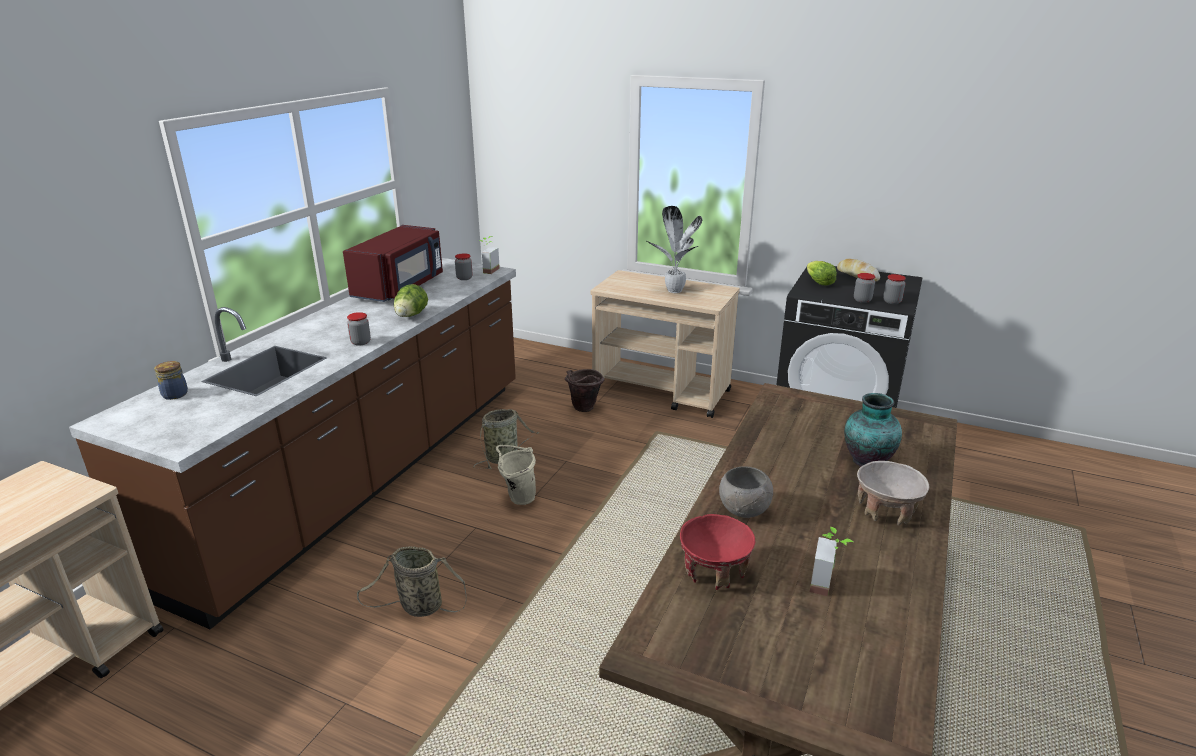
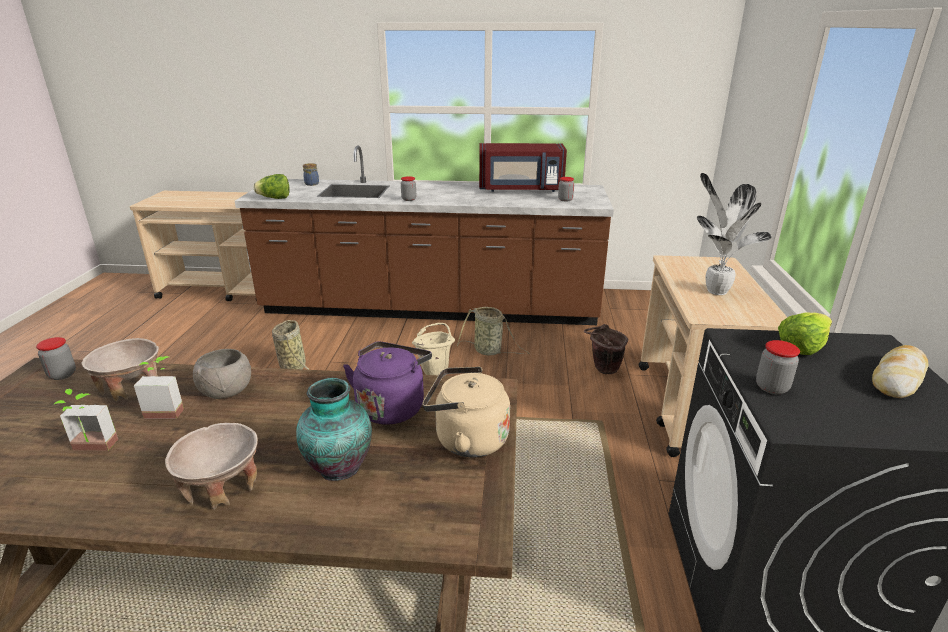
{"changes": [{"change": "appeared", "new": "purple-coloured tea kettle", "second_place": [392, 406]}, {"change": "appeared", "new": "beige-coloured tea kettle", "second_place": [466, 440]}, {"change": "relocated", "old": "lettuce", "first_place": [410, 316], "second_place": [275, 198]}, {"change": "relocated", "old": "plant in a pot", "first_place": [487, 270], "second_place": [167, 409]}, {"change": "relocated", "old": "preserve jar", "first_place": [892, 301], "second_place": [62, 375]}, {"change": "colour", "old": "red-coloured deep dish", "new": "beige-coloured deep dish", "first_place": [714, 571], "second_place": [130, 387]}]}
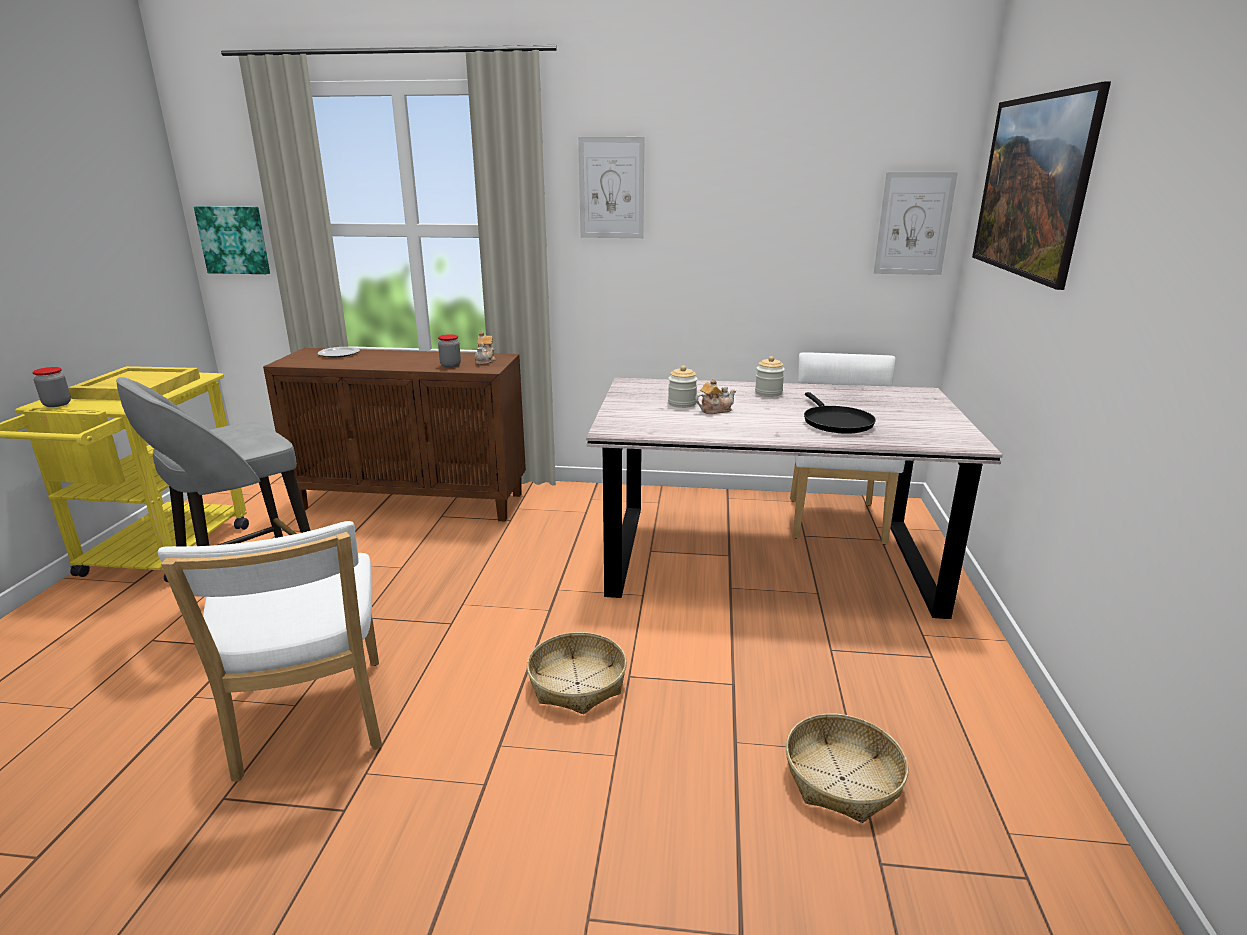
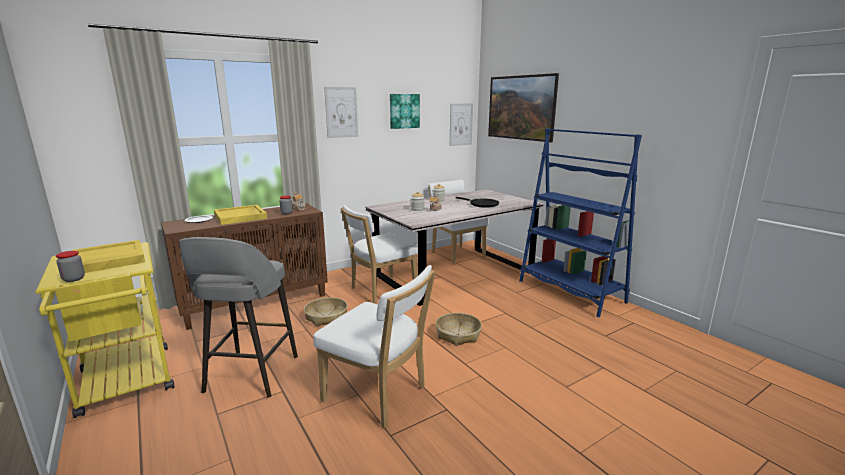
{"changes": [{"change": "appeared", "new": "yellow-coloured carrying tray", "second_place": [241, 217]}, {"change": "appeared", "new": "whitish upright chair", "second_place": [380, 290]}, {"change": "appeared", "new": "bluish shelving unit", "second_place": [570, 291]}, {"change": "relocated", "old": "wall art", "first_place": [234, 240], "second_place": [404, 111]}, {"change": "relocated", "old": "basket", "first_place": [842, 779], "second_place": [326, 317]}]}
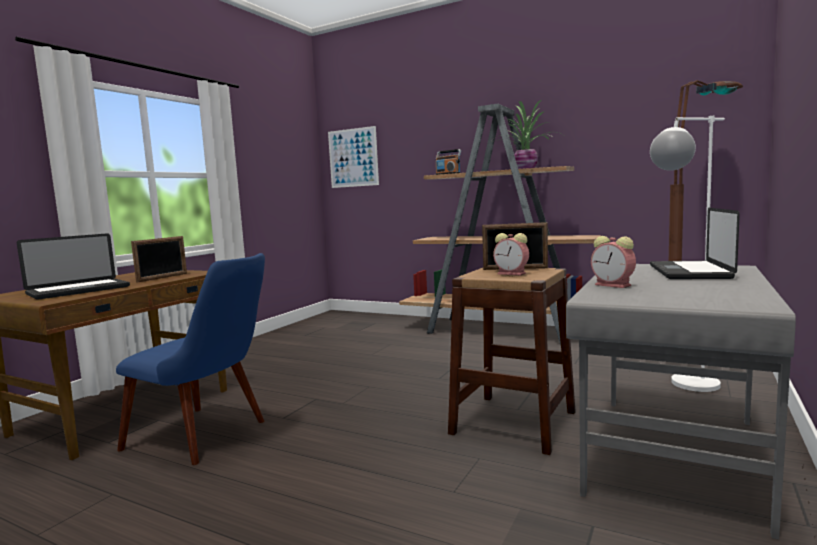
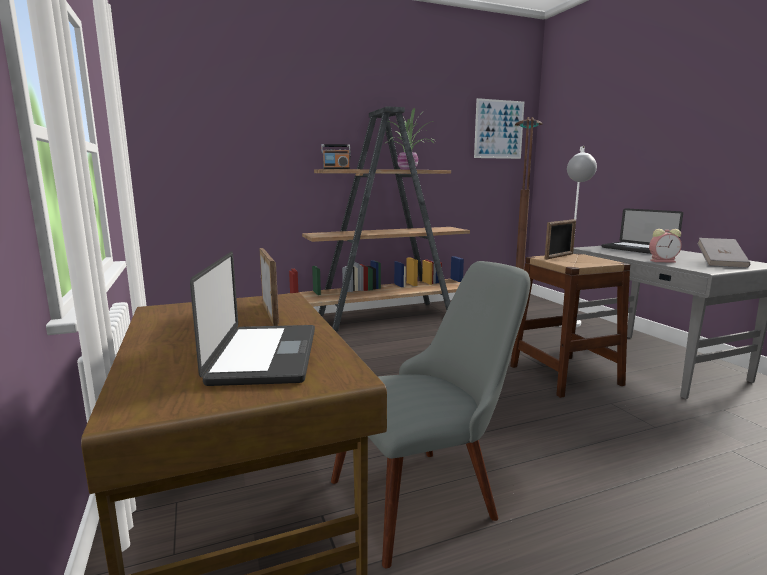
{"changes": [{"change": "missing", "old": "bedside clock", "first_place": [512, 273]}, {"change": "appeared", "new": "greyish bound book", "second_place": [721, 263]}, {"change": "relocated", "old": "wall art", "first_place": [353, 158], "second_place": [499, 129]}, {"change": "colour", "old": "bluish upright chair", "new": "greyish upright chair", "first_place": [209, 436], "second_place": [429, 492]}]}
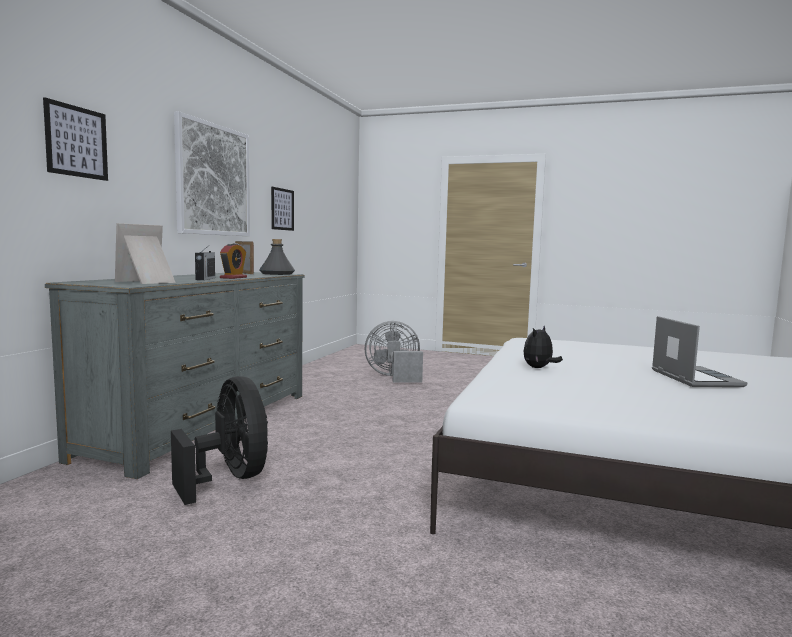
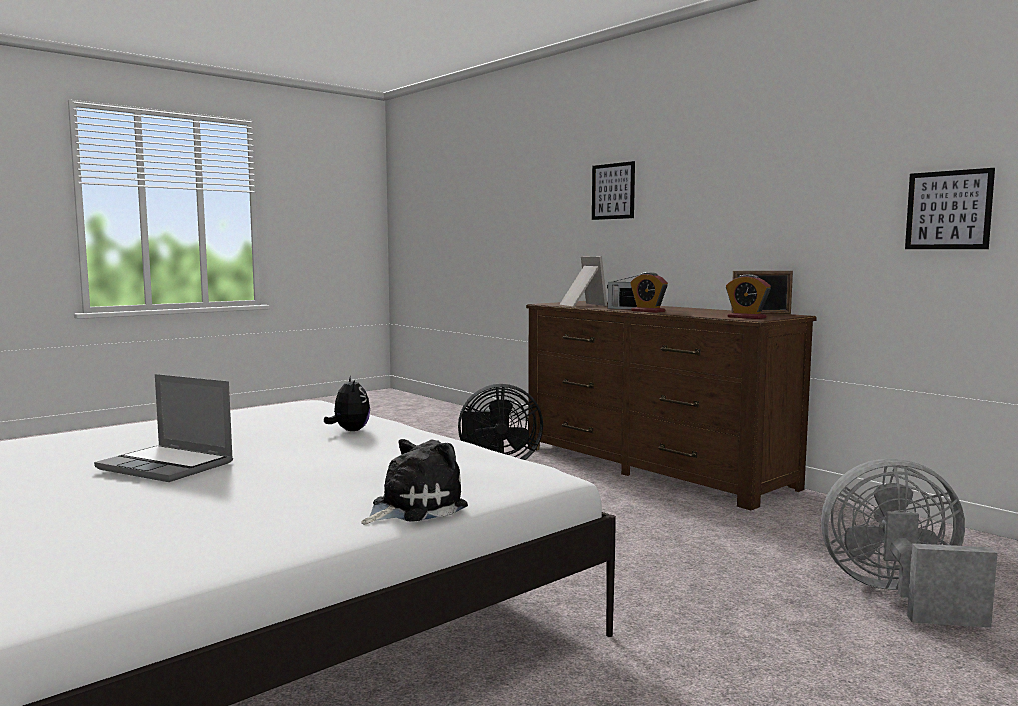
{"changes": [{"change": "missing", "old": "wall art", "first_place": [213, 180]}, {"change": "appeared", "new": "plush toy", "second_place": [413, 507]}, {"change": "exchanged", "old": "greyish drink bottle", "new": "bedside clock", "first_place": [277, 274], "second_place": [746, 317]}, {"change": "colour", "old": "greyish chest of drawers", "new": "brown-coloured chest of drawers", "first_place": [204, 423], "second_place": [653, 467]}, {"change": "spun", "old": "greyish cooling fan", "first_place": [394, 377], "second_place": [898, 595], "degrees": -105}]}
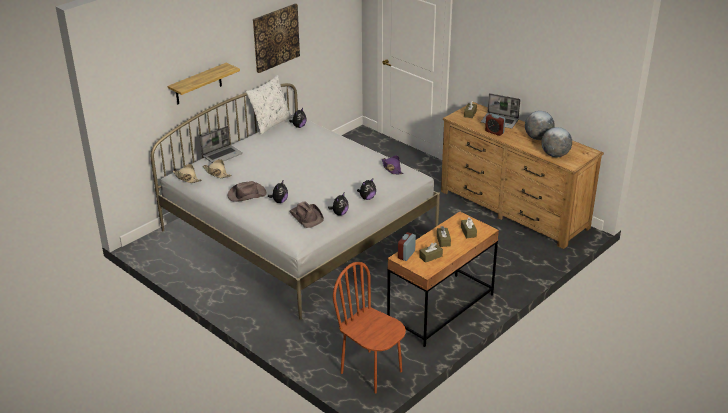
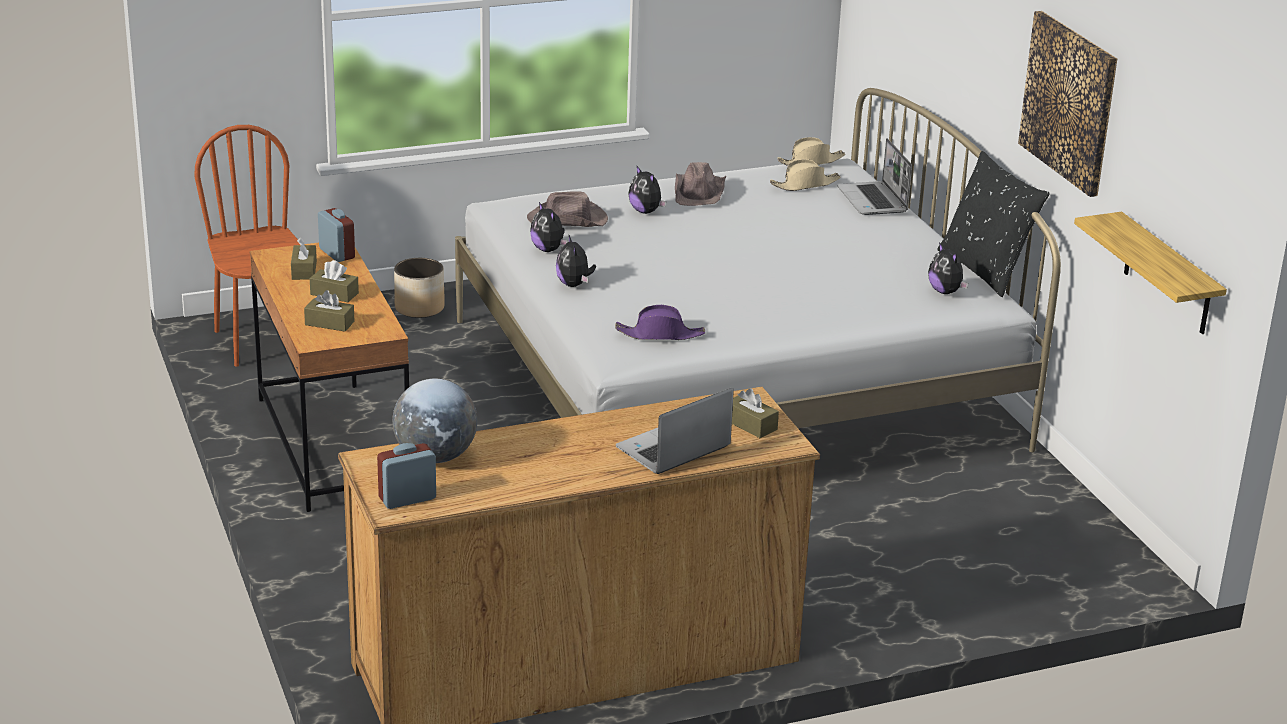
{"changes": [{"change": "missing", "old": "world globe", "first_place": [538, 138]}, {"change": "appeared", "new": "flower pot", "second_place": [420, 308]}, {"change": "relocated", "old": "shelf", "first_place": [198, 84], "second_place": [1168, 275]}, {"change": "relocated", "old": "bedside clock", "first_place": [494, 132], "second_place": [407, 498]}, {"change": "colour", "old": "whitish cushion", "new": "blackish cushion", "first_place": [270, 124], "second_place": [986, 270]}, {"change": "spun", "old": "brown-coloured upright chair", "first_place": [371, 372], "second_place": [262, 342], "degrees": -90}]}
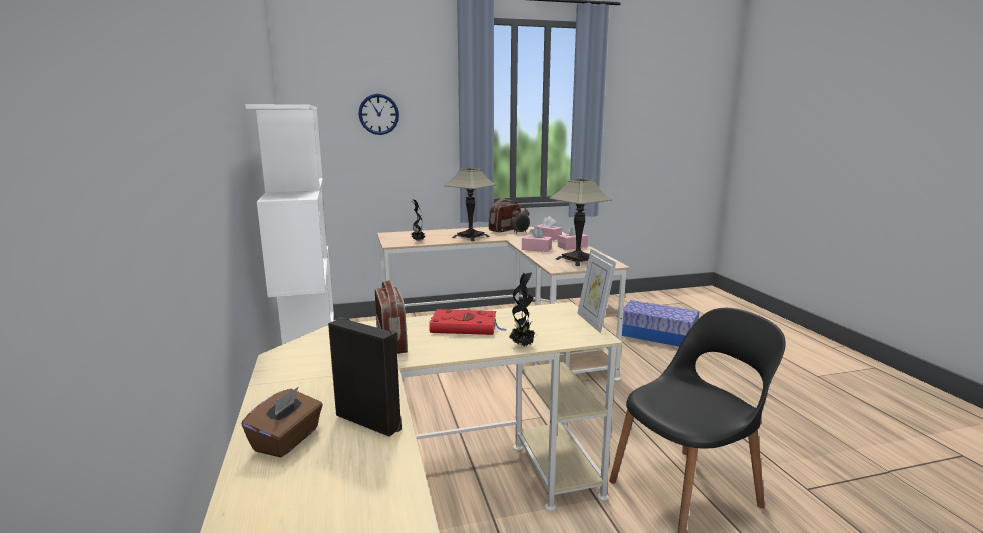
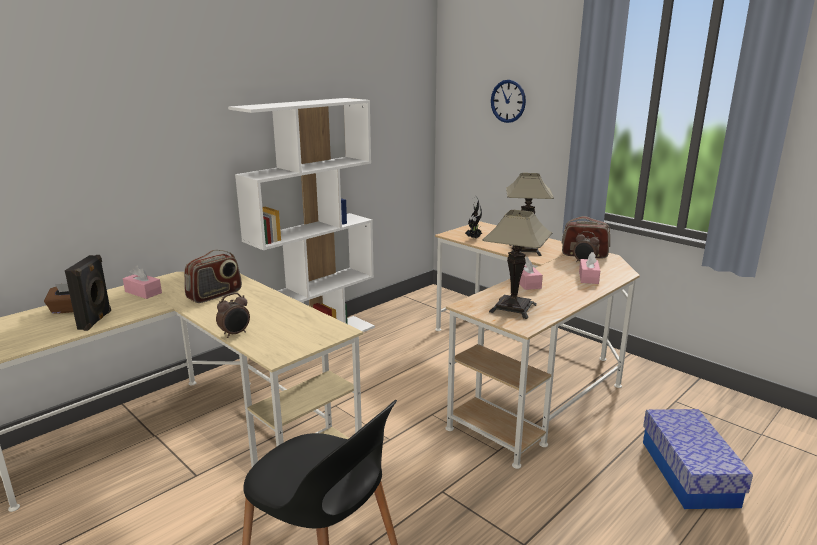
{"changes": [{"change": "missing", "old": "red-coloured bound book", "first_place": [466, 327]}, {"change": "missing", "old": "picture frame", "first_place": [593, 322]}, {"change": "relocated", "old": "pinkish tissue holder", "first_place": [572, 246], "second_place": [143, 292]}, {"change": "exchanged", "old": "plant in a pot", "new": "bedside clock", "first_place": [523, 345], "second_place": [235, 334]}]}
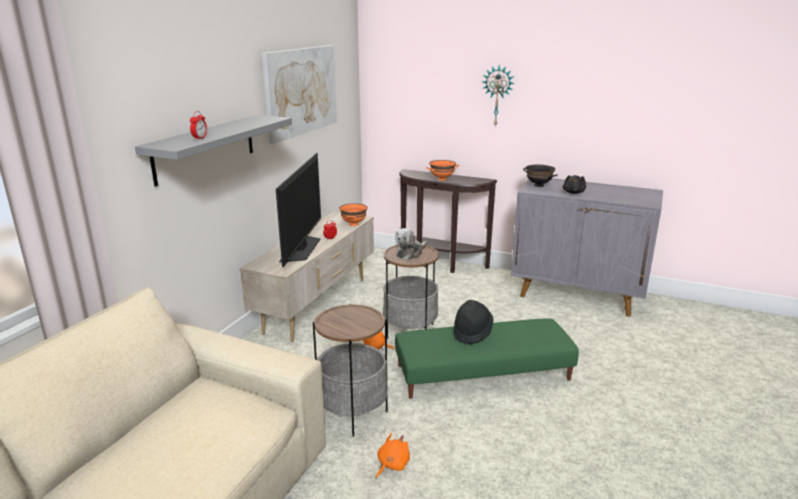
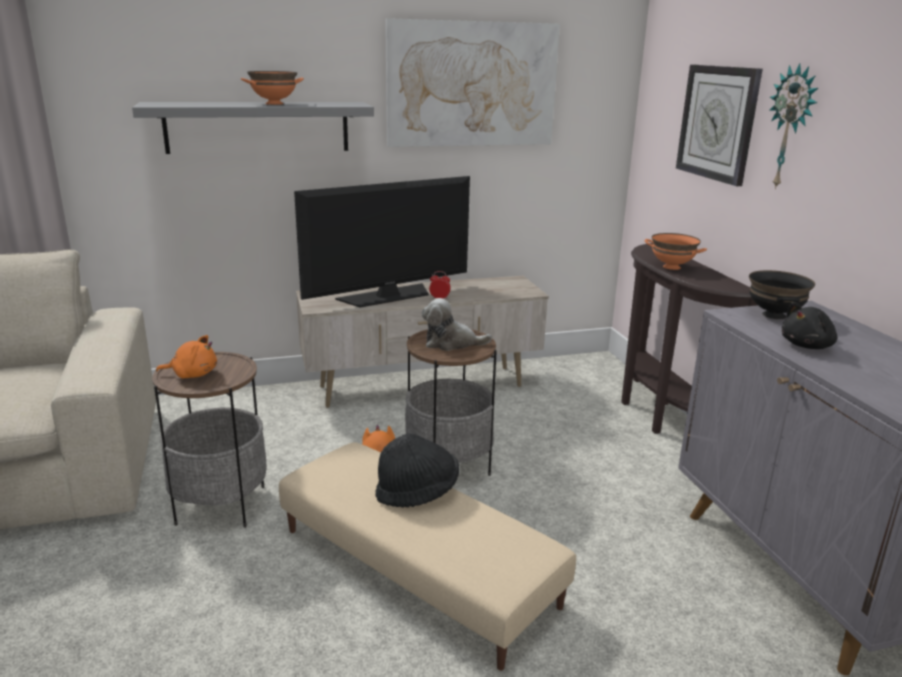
{"changes": [{"change": "missing", "old": "bedside clock", "first_place": [200, 138]}, {"change": "appeared", "new": "hanging clock", "second_place": [718, 123]}, {"change": "relocated", "old": "orange deep dish", "first_place": [354, 224], "second_place": [274, 104]}, {"change": "relocated", "old": "orange plush toy", "first_place": [392, 465], "second_place": [192, 374]}, {"change": "colour", "old": "green-coloured pouffe", "new": "beige-coloured pouffe", "first_place": [482, 372], "second_place": [417, 566]}]}
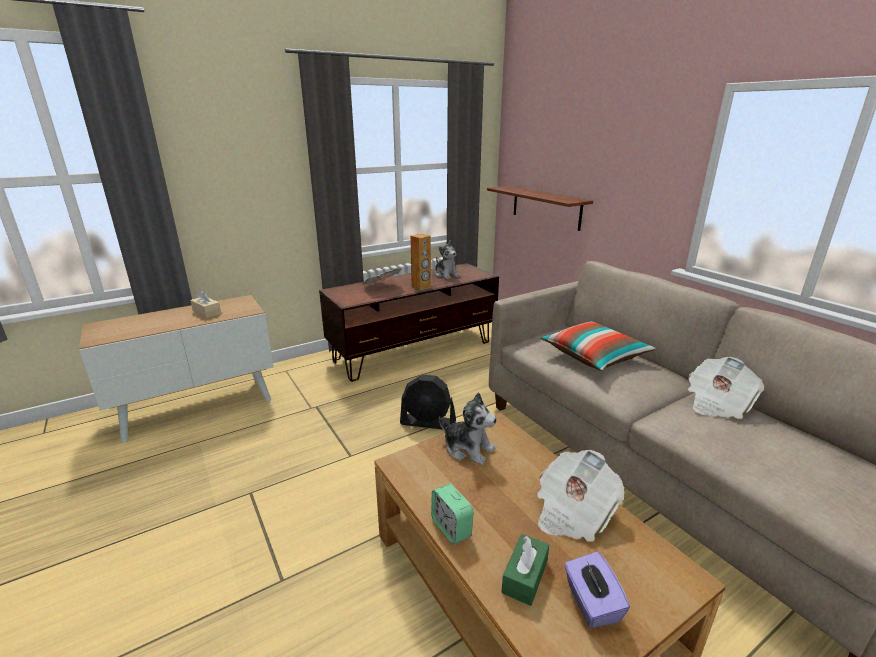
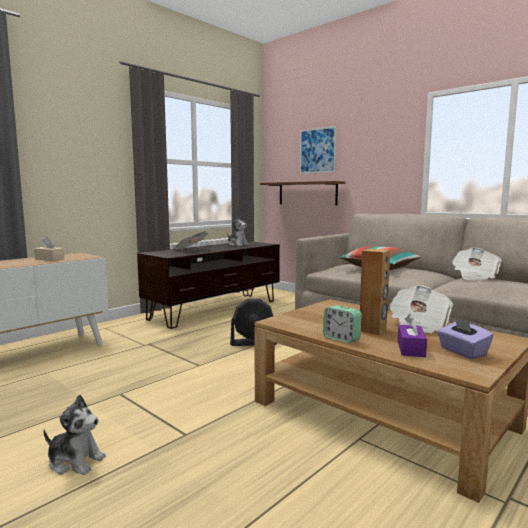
{"changes": [{"change": "appeared", "new": "wall art", "second_place": [317, 150]}, {"change": "relocated", "old": "brown-coloured speaker", "first_place": [421, 287], "second_place": [373, 330]}, {"change": "relocated", "old": "plush toy", "first_place": [468, 449], "second_place": [75, 461]}, {"change": "colour", "old": "green-coloured tissue holder", "new": "purple-coloured tissue holder", "first_place": [525, 576], "second_place": [411, 349]}]}
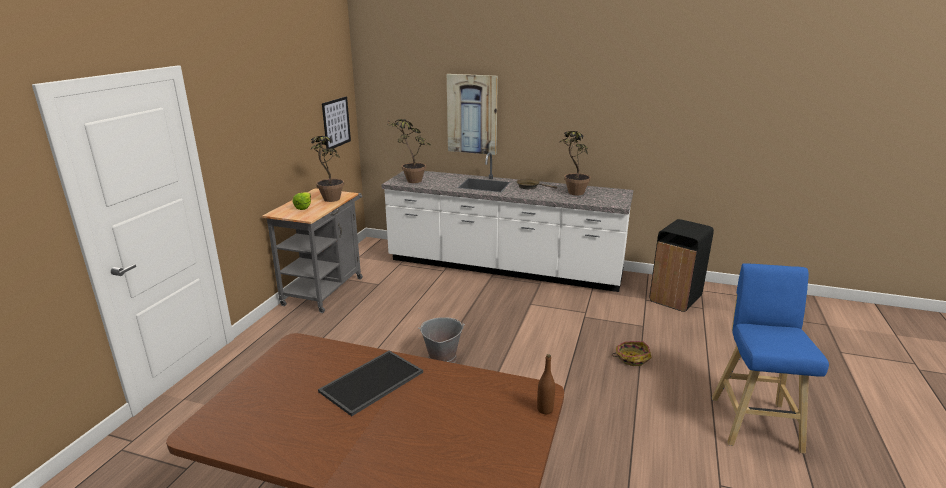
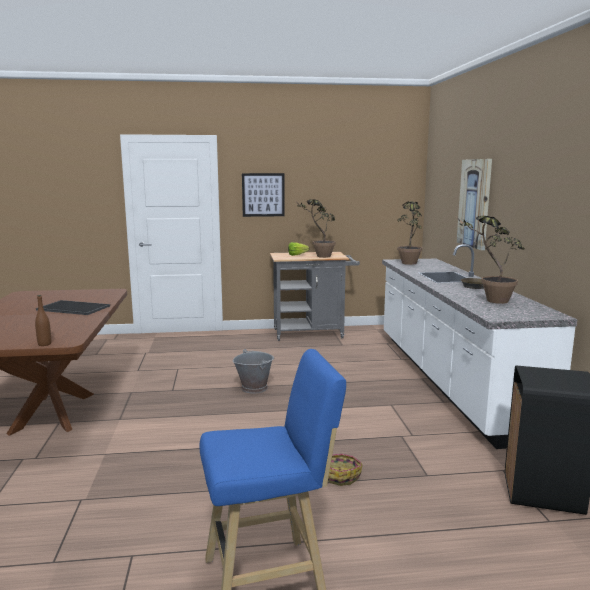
{"changes": [{"change": "relocated", "old": "wall art", "first_place": [336, 123], "second_place": [263, 195]}]}
